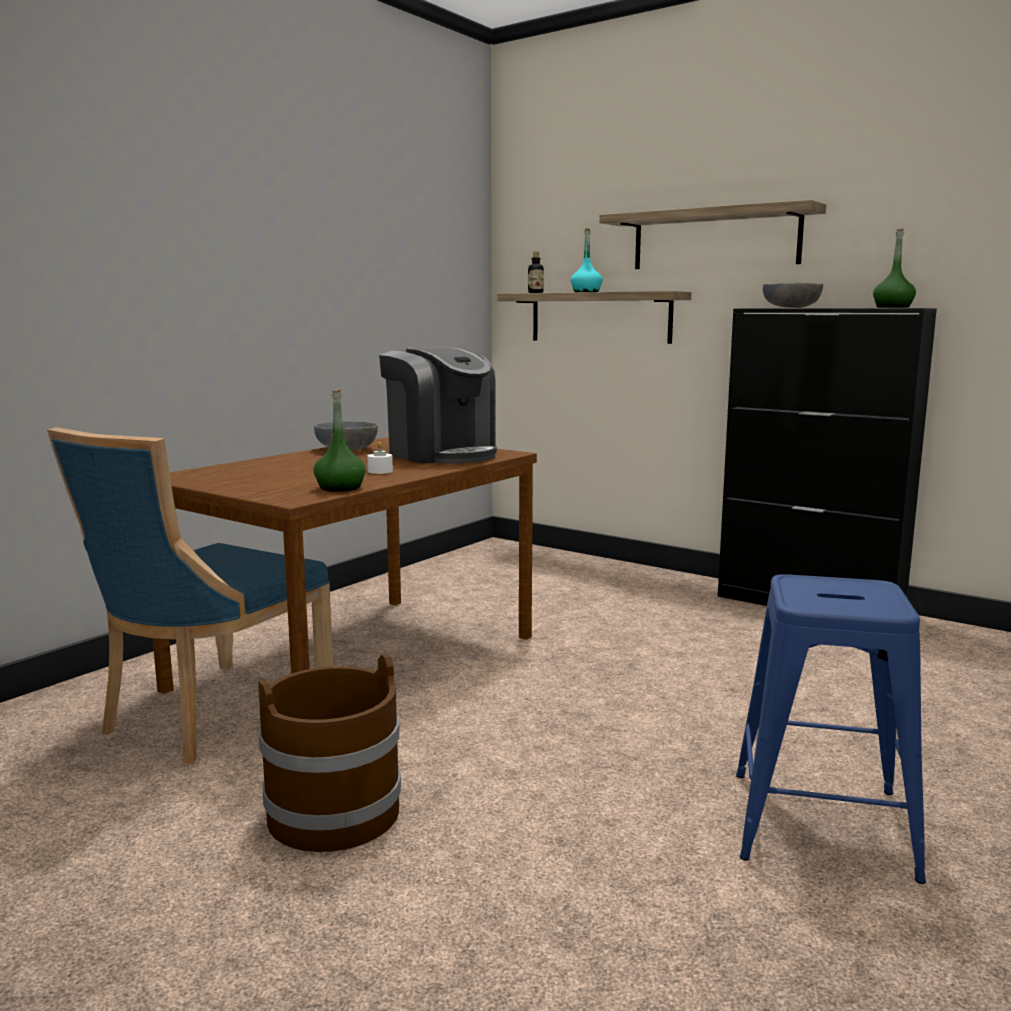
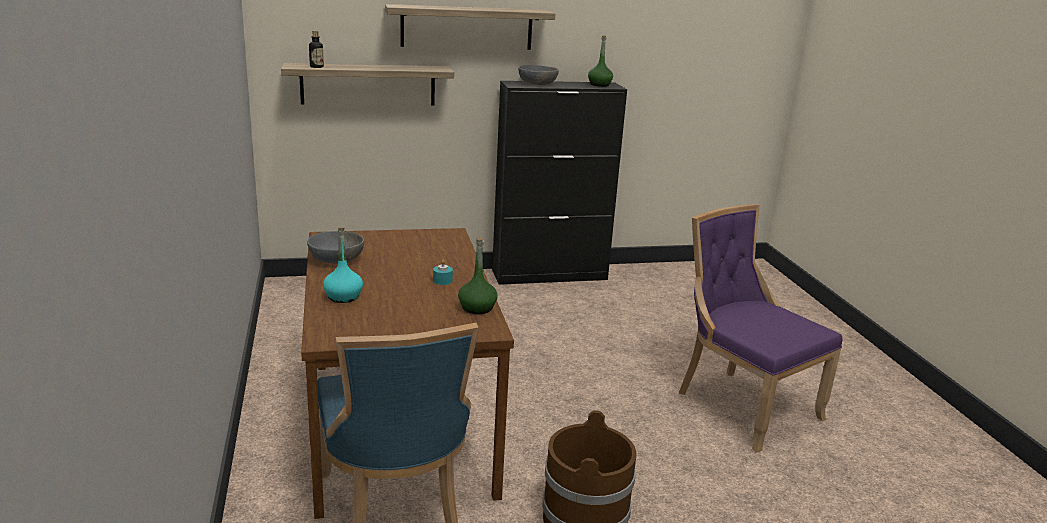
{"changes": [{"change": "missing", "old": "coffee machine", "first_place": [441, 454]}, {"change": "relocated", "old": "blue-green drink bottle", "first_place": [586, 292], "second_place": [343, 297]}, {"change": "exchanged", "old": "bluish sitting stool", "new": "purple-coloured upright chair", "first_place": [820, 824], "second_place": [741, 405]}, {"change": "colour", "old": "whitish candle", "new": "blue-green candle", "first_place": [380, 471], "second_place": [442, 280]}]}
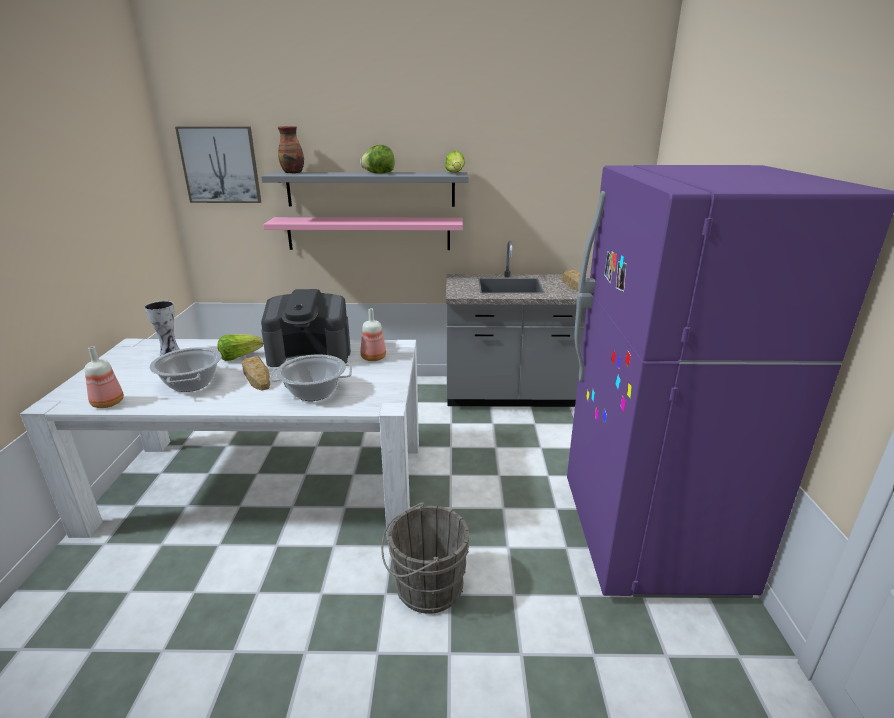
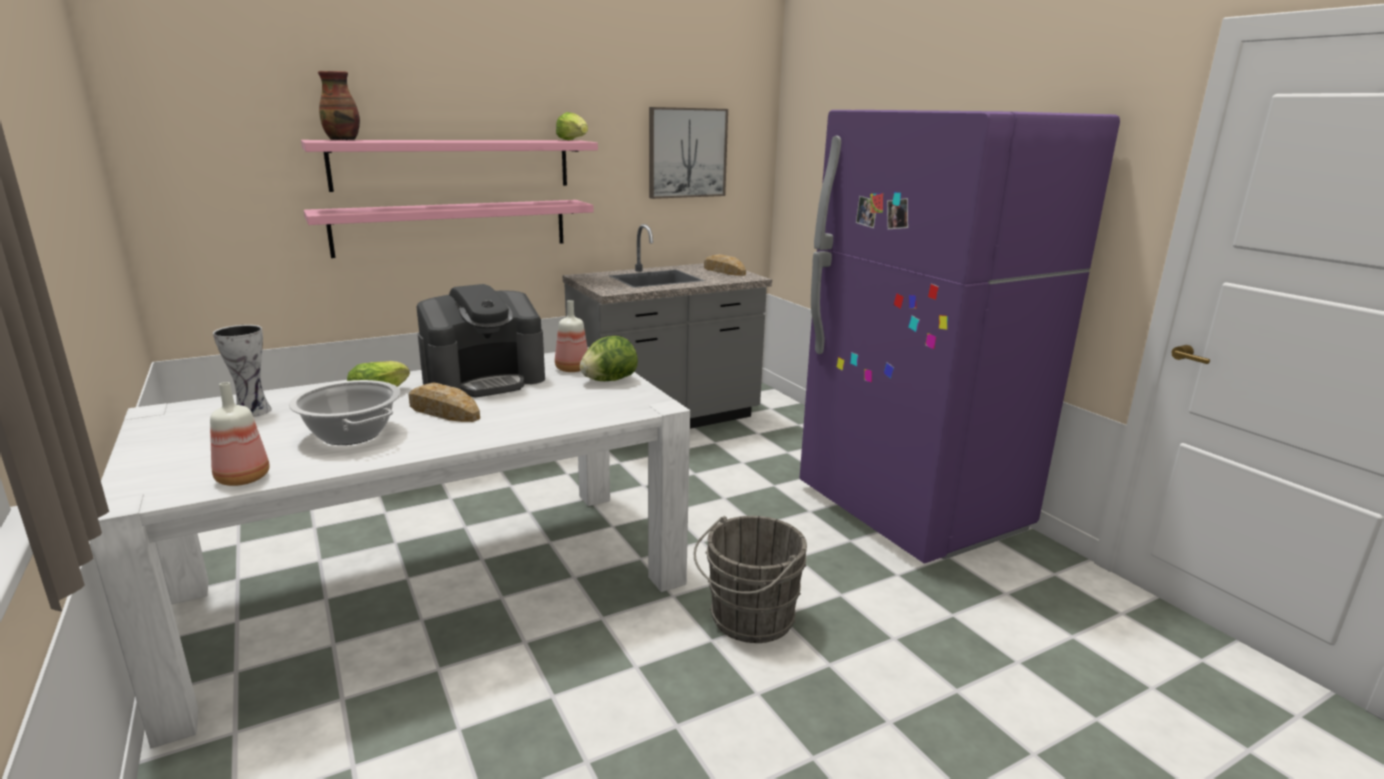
{"changes": [{"change": "missing", "old": "cooking pot", "first_place": [313, 392]}, {"change": "relocated", "old": "wall art", "first_place": [220, 165], "second_place": [687, 153]}, {"change": "relocated", "old": "lettuce", "first_place": [379, 173], "second_place": [609, 380]}, {"change": "colour", "old": "greyish shelf", "new": "pinkish shelf", "first_place": [370, 189], "second_place": [454, 164]}]}
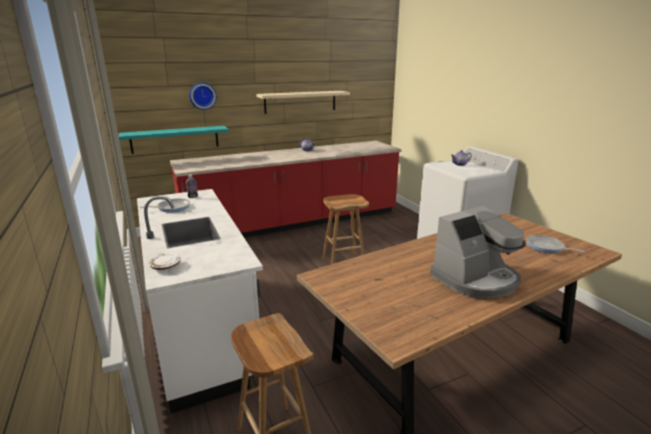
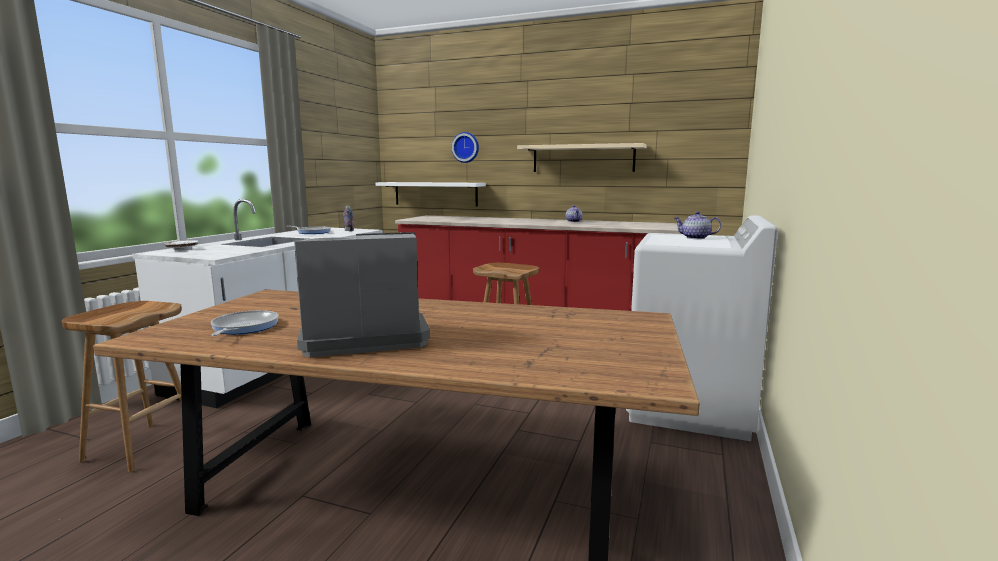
{"changes": [{"change": "relocated", "old": "frying pan", "first_place": [546, 247], "second_place": [243, 328]}, {"change": "colour", "old": "blue-green shelf", "new": "whitish shelf", "first_place": [175, 139], "second_place": [435, 194]}, {"change": "spun", "old": "coffee machine", "first_place": [475, 279], "second_place": [363, 337], "degrees": 150}]}
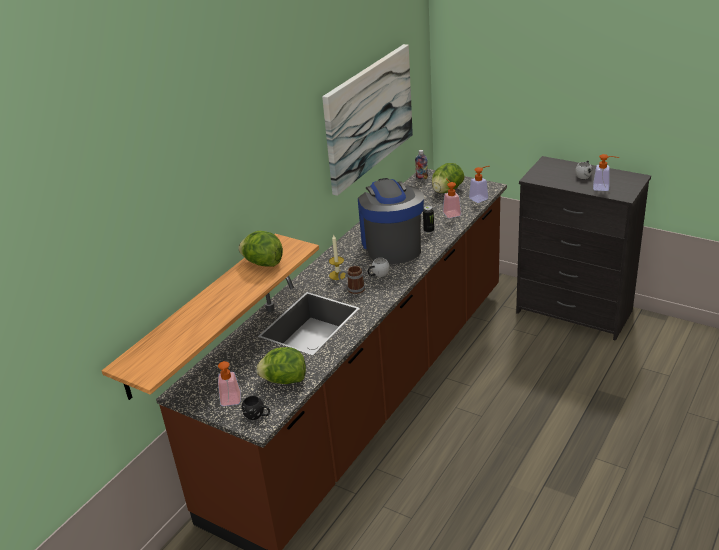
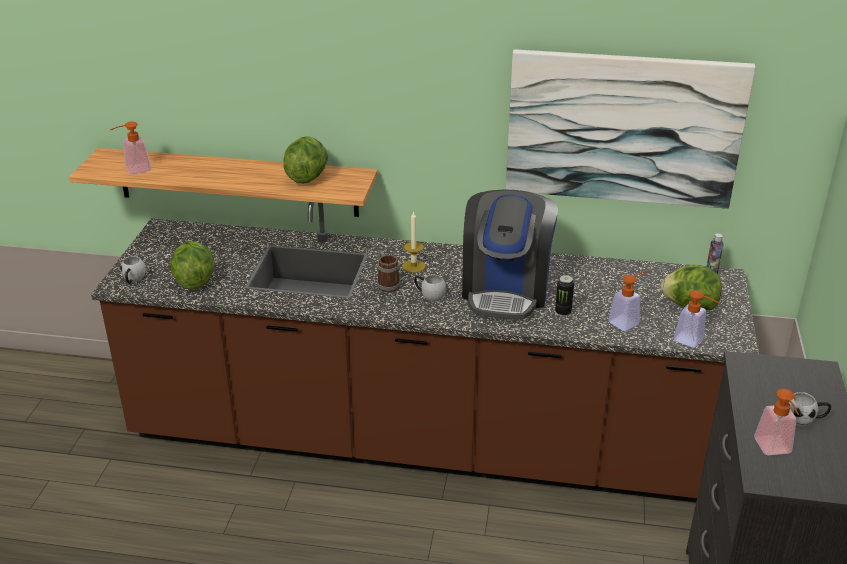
{"changes": [{"change": "relocated", "old": "soap dispenser", "first_place": [230, 402], "second_place": [133, 170]}, {"change": "colour", "old": "blackish mug", "new": "whitish mug", "first_place": [257, 415], "second_place": [133, 280]}, {"change": "spun", "old": "coffee machine", "first_place": [391, 245], "second_place": [506, 290], "degrees": 135}]}
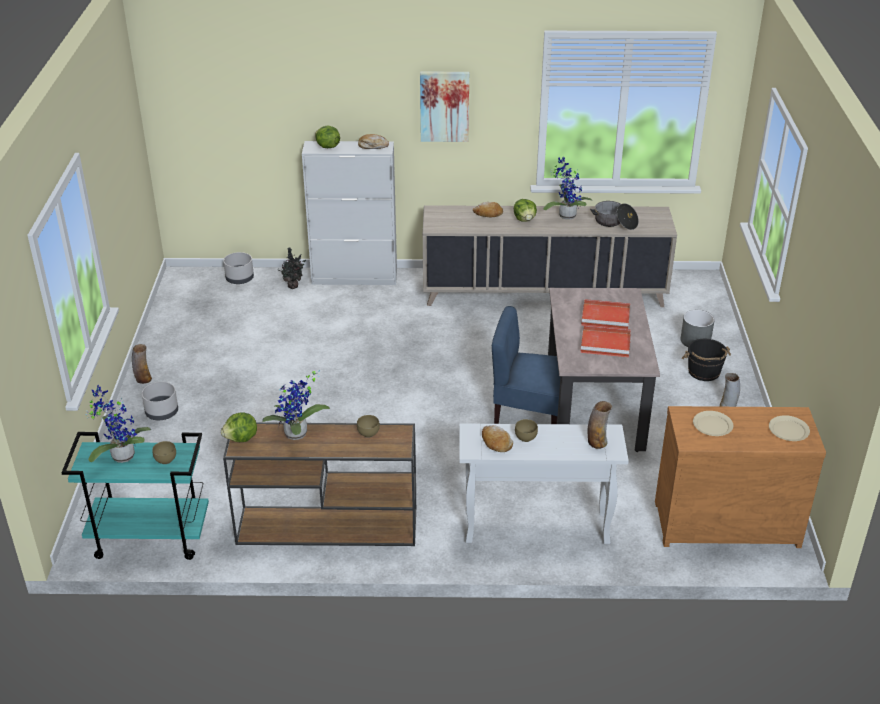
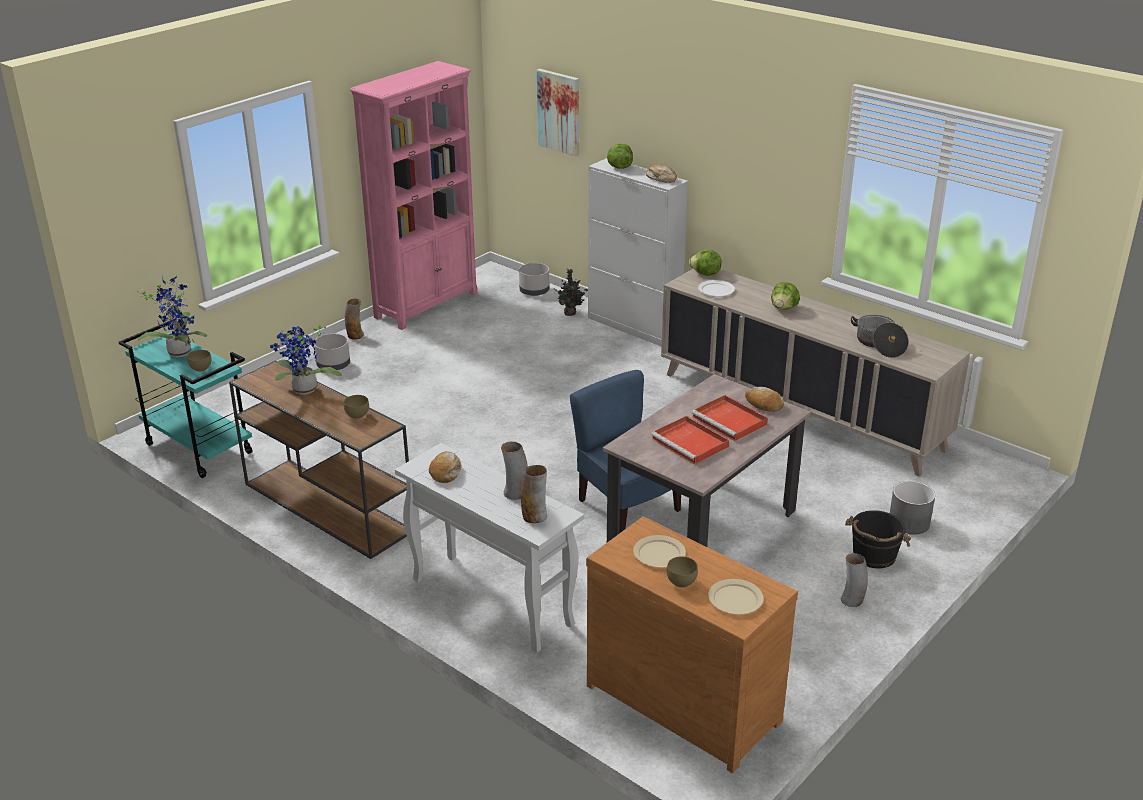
{"changes": [{"change": "missing", "old": "plant in a pot", "first_place": [565, 215]}, {"change": "appeared", "new": "pinkish shelving unit", "second_place": [427, 305]}, {"change": "appeared", "new": "decorative vase", "second_place": [515, 493]}, {"change": "appeared", "new": "whitish dinner plate", "second_place": [716, 290]}, {"change": "relocated", "old": "lettuce", "first_place": [241, 439], "second_place": [705, 274]}, {"change": "relocated", "old": "wall art", "first_place": [444, 106], "second_place": [559, 112]}, {"change": "relocated", "old": "bakery bread", "first_place": [488, 214], "second_place": [763, 404]}, {"change": "relocated", "old": "brown-coloured deep dish", "first_place": [525, 438], "second_place": [680, 582]}]}
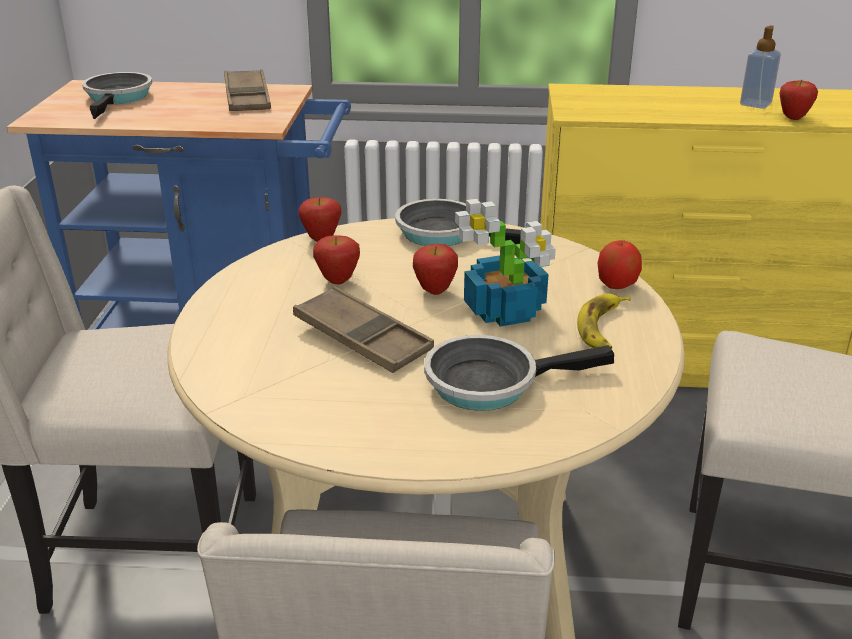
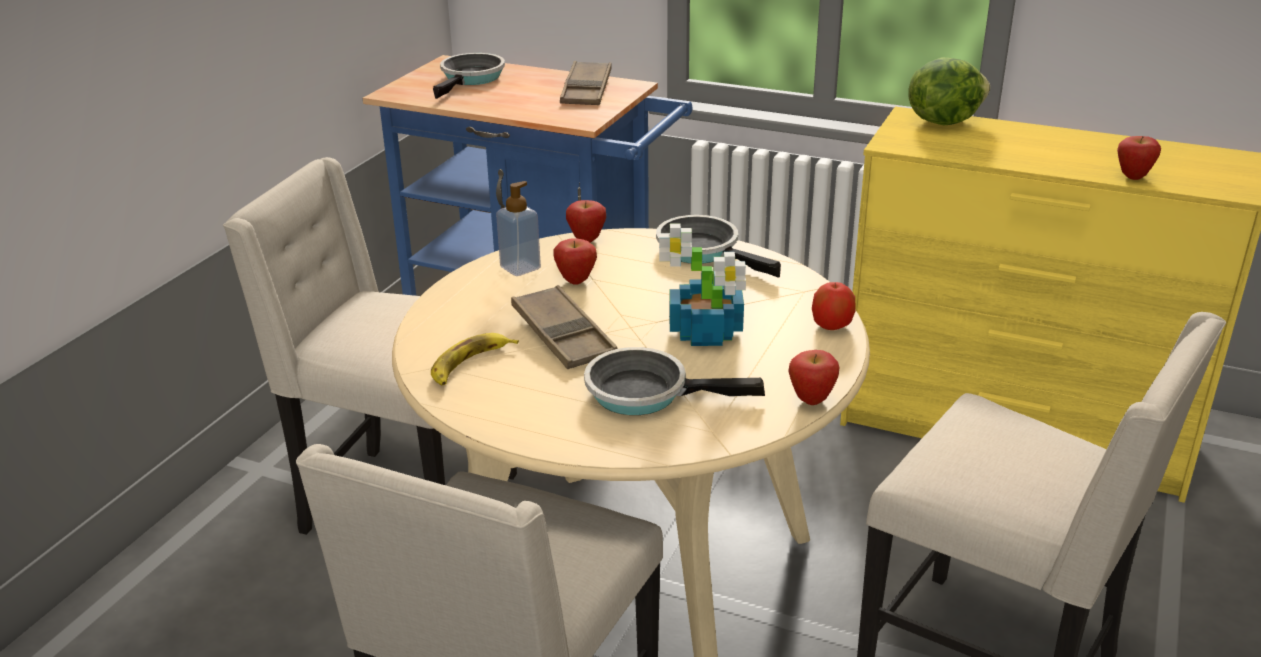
{"changes": [{"change": "appeared", "new": "lettuce", "second_place": [943, 121]}, {"change": "relocated", "old": "whole apple", "first_place": [435, 291], "second_place": [811, 400]}, {"change": "relocated", "old": "banana", "first_place": [603, 328], "second_place": [469, 365]}, {"change": "relocated", "old": "soap dispenser", "first_place": [755, 104], "second_place": [520, 268]}]}
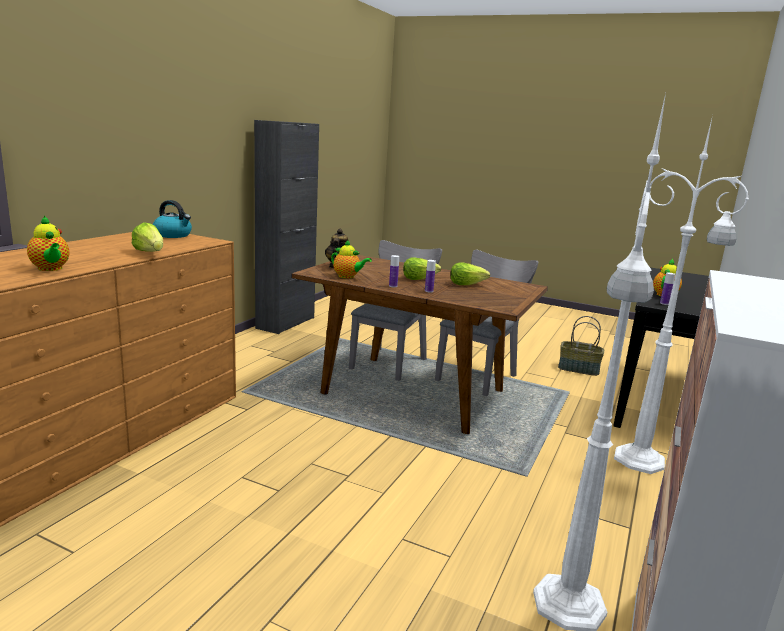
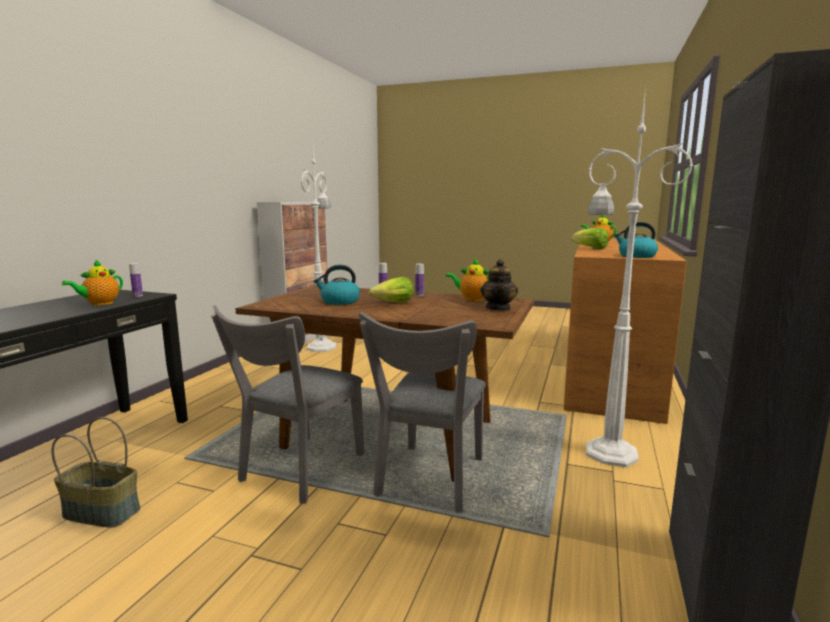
{"changes": [{"change": "relocated", "old": "whitish standing lamp", "first_place": [641, 461], "second_place": [608, 452]}, {"change": "exchanged", "old": "lettuce", "new": "tea kettle", "first_place": [466, 284], "second_place": [339, 301]}]}
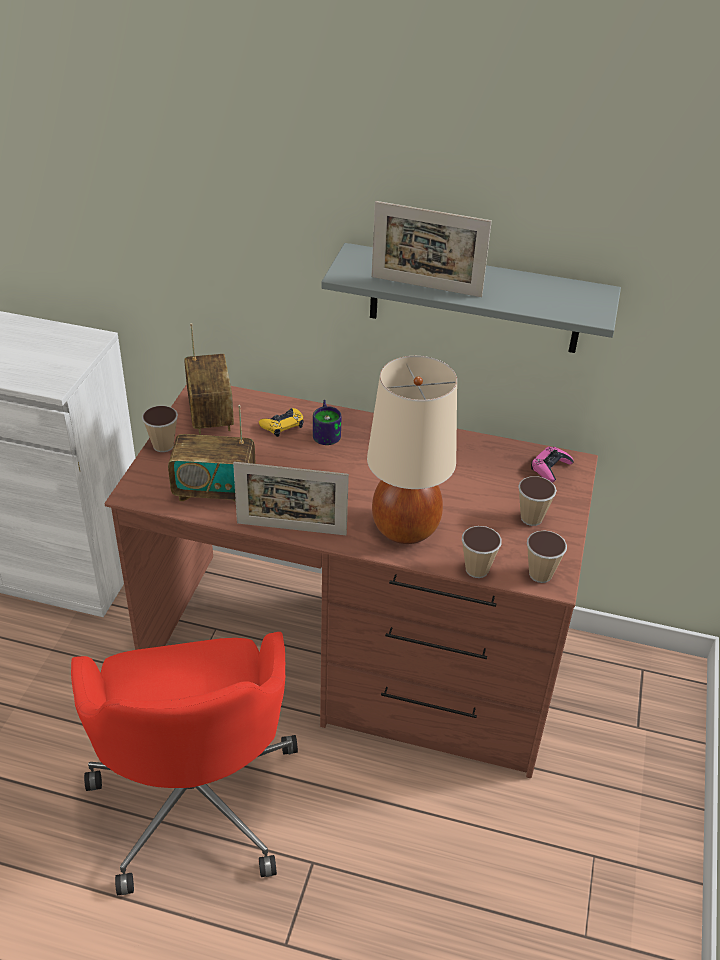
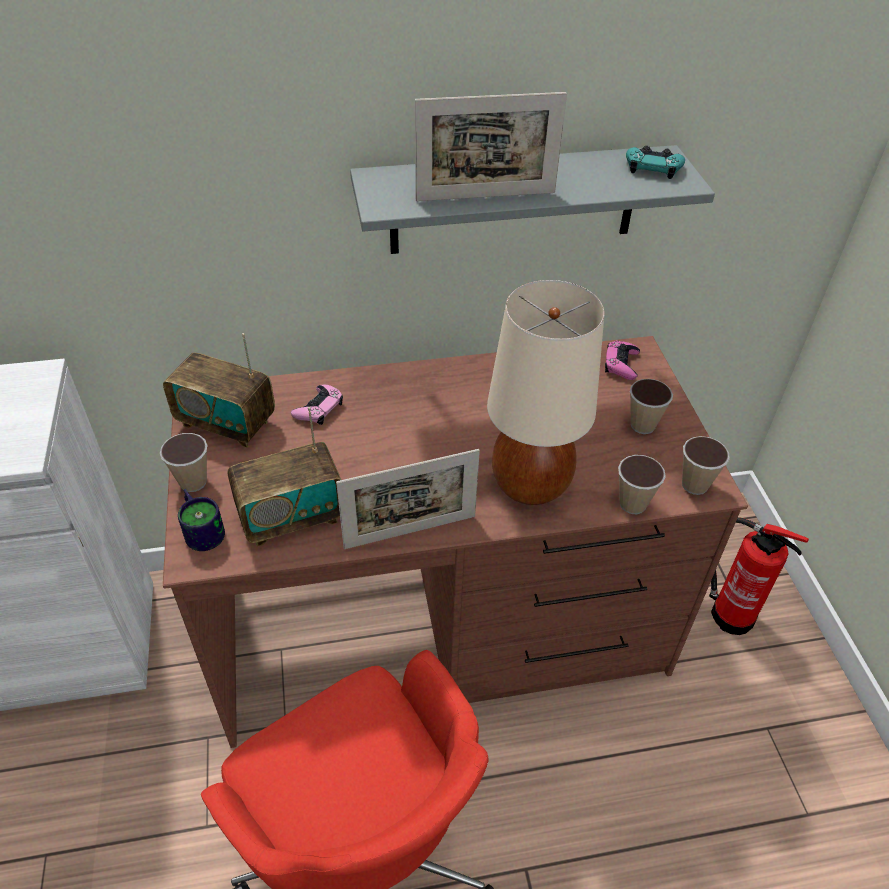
{"changes": [{"change": "appeared", "new": "blue-green joypad", "second_place": [653, 167]}, {"change": "appeared", "new": "fire-fighting cylinder", "second_place": [728, 613]}, {"change": "relocated", "old": "mug", "first_place": [327, 432], "second_place": [203, 528]}, {"change": "colour", "old": "yellow-coloured joypad", "new": "pinkish joypad", "first_place": [282, 425], "second_place": [319, 408]}, {"change": "spun", "old": "radio receiver", "first_place": [210, 414], "second_place": [226, 423], "degrees": 150}]}
